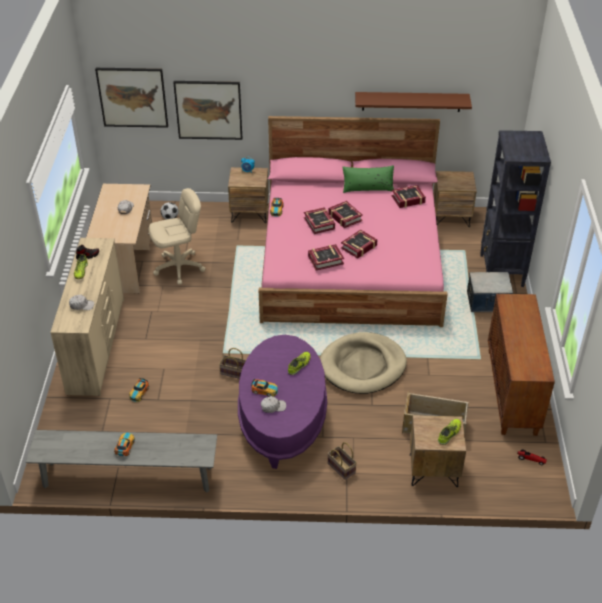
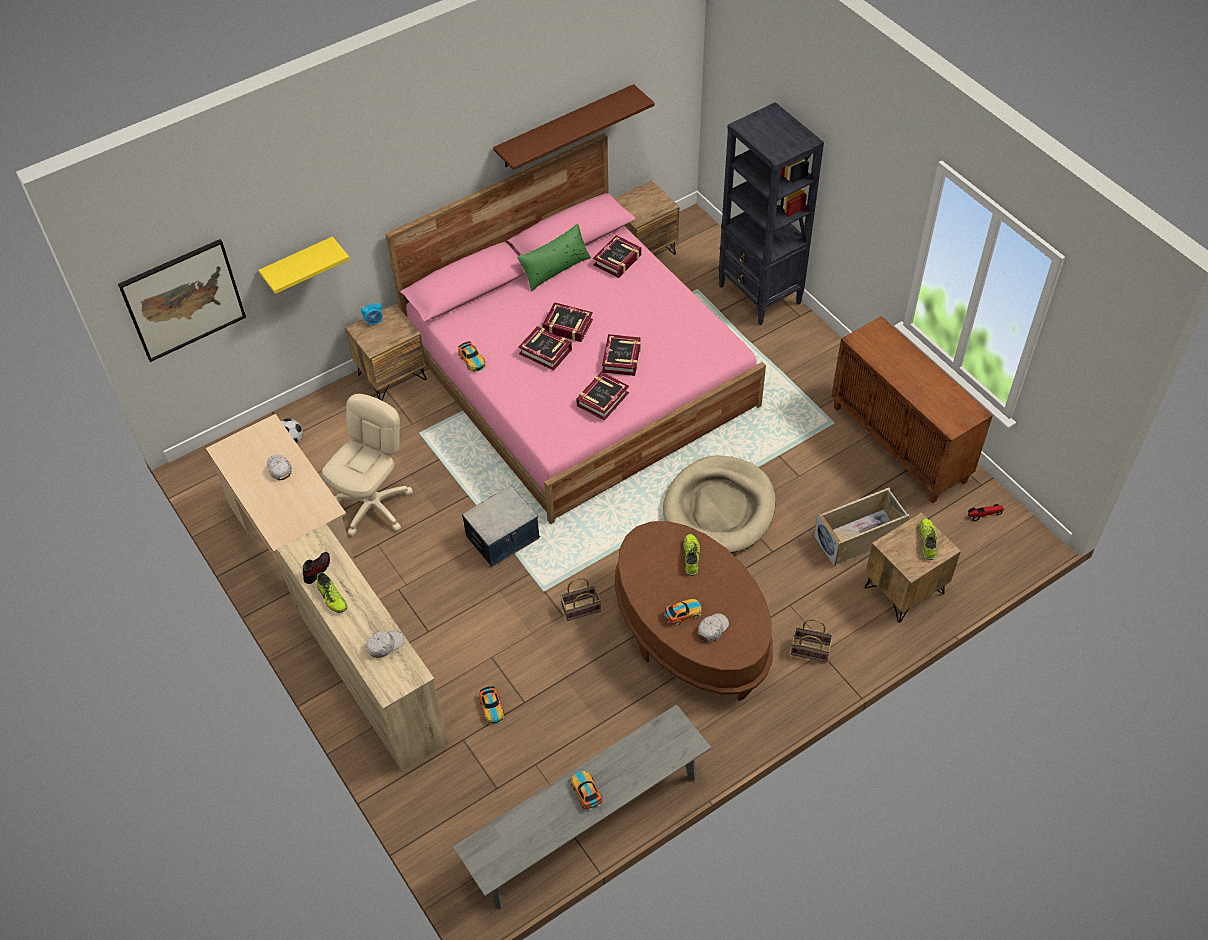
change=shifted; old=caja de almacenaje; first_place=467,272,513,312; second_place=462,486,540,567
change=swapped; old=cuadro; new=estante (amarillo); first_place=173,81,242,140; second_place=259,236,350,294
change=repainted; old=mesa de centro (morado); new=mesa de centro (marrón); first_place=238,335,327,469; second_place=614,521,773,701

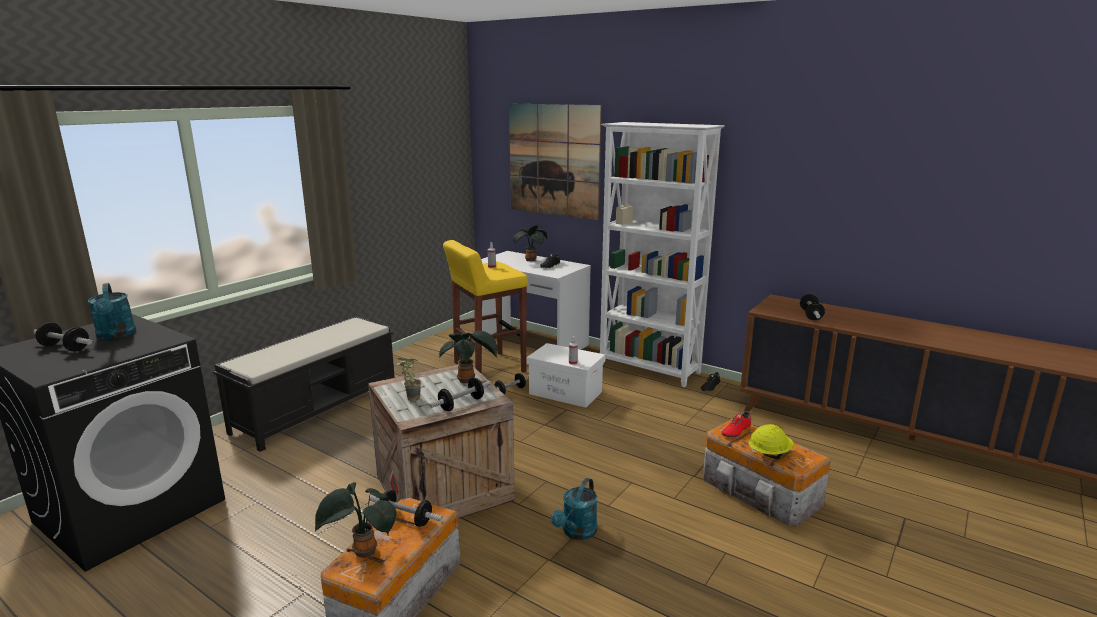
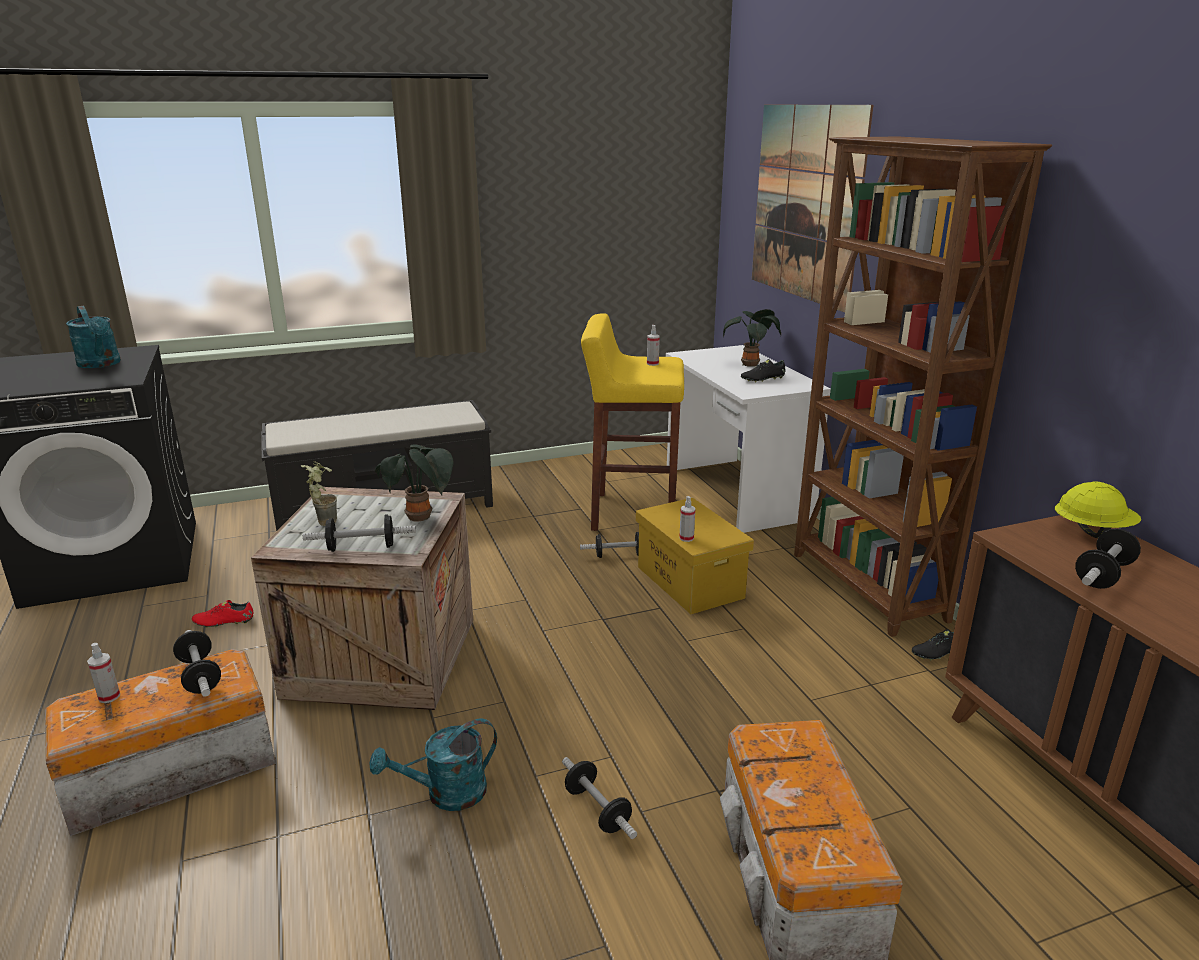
change=shifted; old=mancuerna; first_place=33,322,92,352; second_place=562,757,637,839
change=shifted; old=zapato (rojo); first_place=722,411,751,438; second_place=192,600,253,628
change=shifted; old=casco (amarillo); first_place=748,424,794,459; second_place=1055,481,1141,538
change=swapped; old=planta en maceta; new=pulverizador; first_place=315,482,397,558; second_place=87,643,120,703
change=repainted; old=caja de almacenaje (blanco); new=caja de almacenaje (amarillo); first_place=526,343,605,408; second_place=636,498,754,614
change=repainted; old=estantería (blanco); new=estantería (marrón); first_place=600,122,725,387; second_place=794,136,1052,637
change=rotated; old=regadera (turquesa); first_place=88,283,136,339; second_place=66,306,121,368; degrees=-45

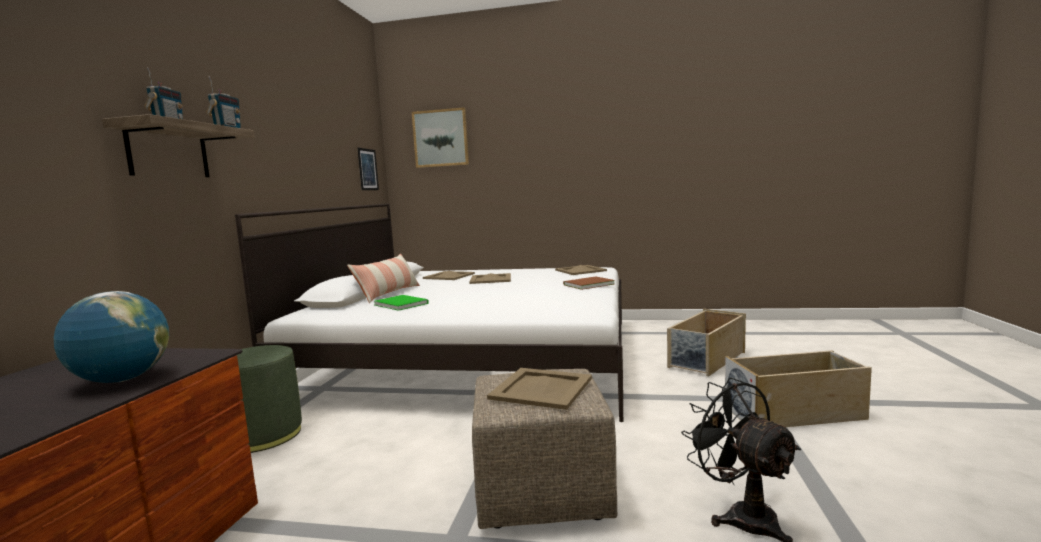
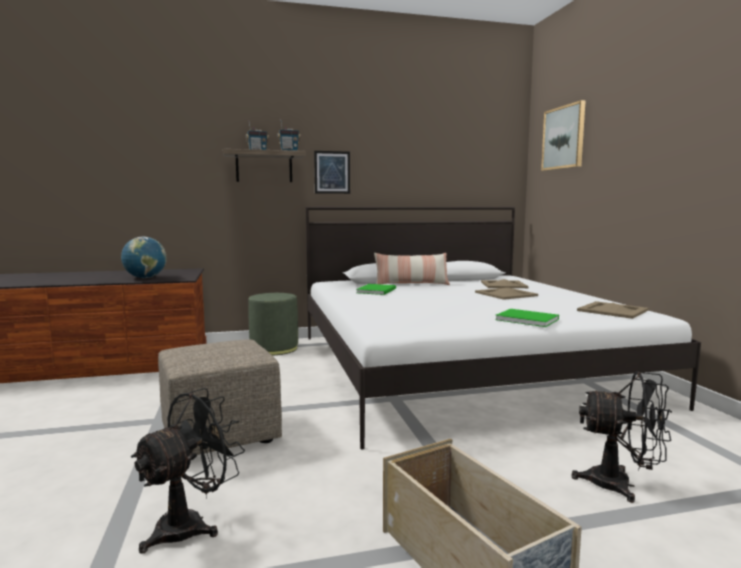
change=gone; old=bandeja (beis); first_place=487,368,592,410
change=shifted; old=cuadro; first_place=358,148,379,190; second_place=314,151,350,194
change=swapped; old=caja de almacenaje (beis); new=ventilador (negro); first_place=667,309,746,376; second_place=571,371,672,503
change=repainted; old=libro (marrón); new=libro (verde); first_place=563,276,615,290; second_place=495,309,559,327

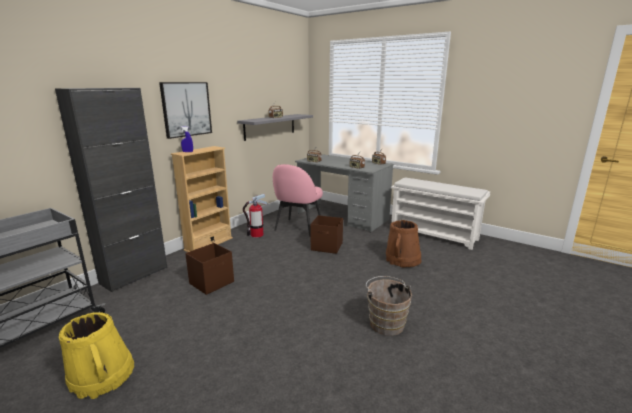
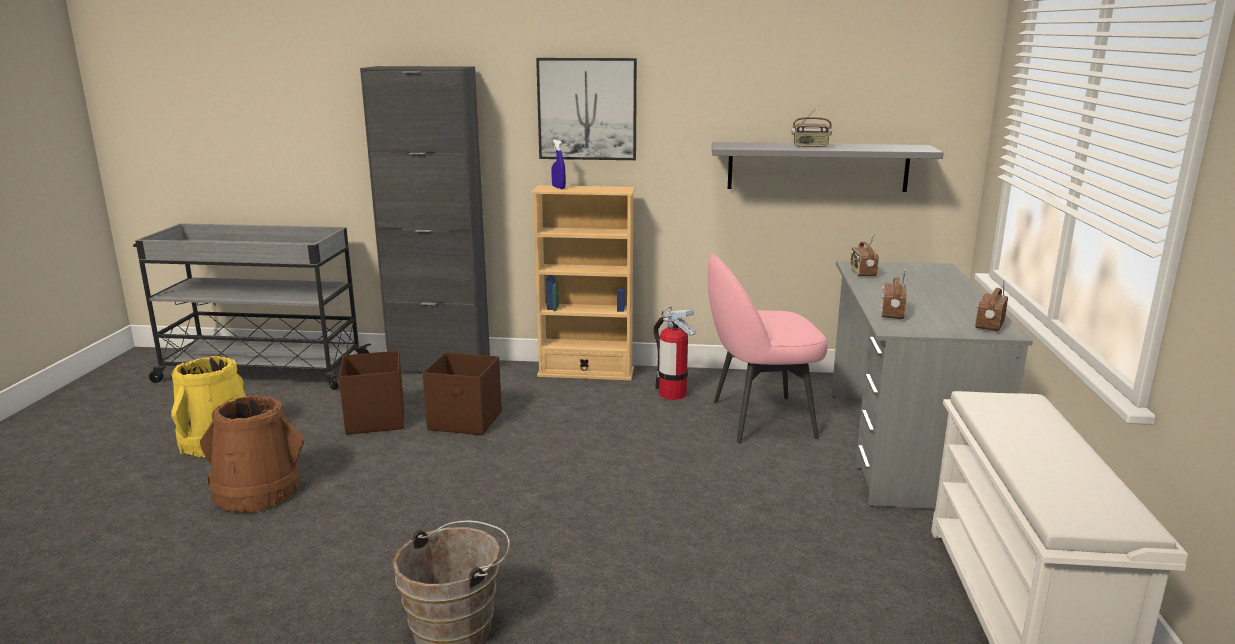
change=shifted; old=caja de almacenaje (marrón); first_place=311,215,343,254; second_place=338,351,404,435
change=shifted; old=cubo (marrón); first_place=386,220,422,267; second_place=200,395,304,513

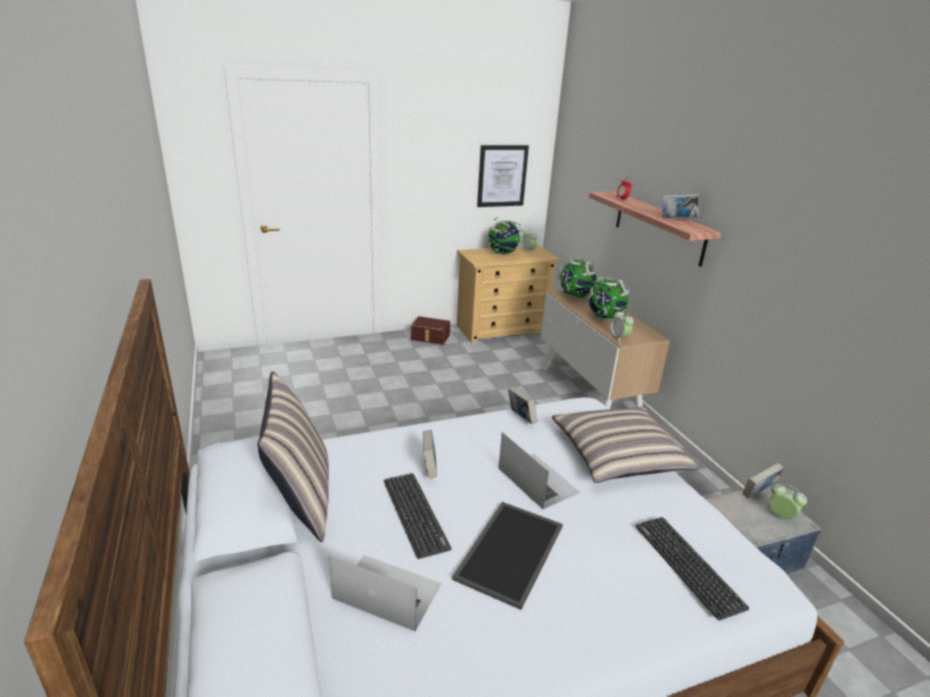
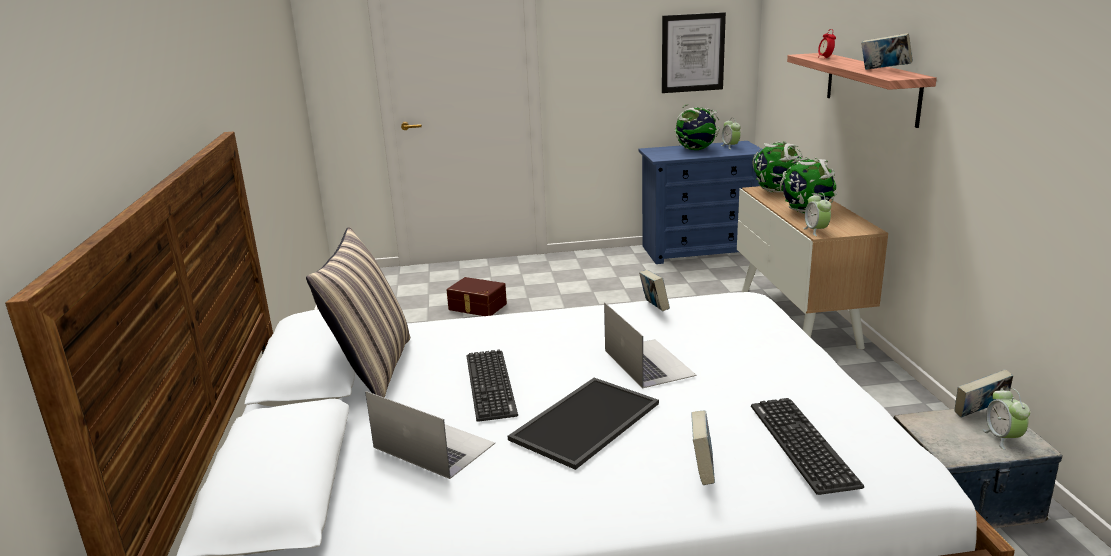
change=gone; old=cojín; first_place=552,407,699,483
change=shifted; old=caja de almacenaje (marrón); first_place=411,316,450,345; second_place=447,277,507,316
change=shifted; old=libro; first_place=423,430,437,478; second_place=691,410,715,485
change=repainted; old=cómoda (beis); new=cómoda (azul); first_place=457,245,560,343; second_place=638,141,762,264
change=rotated; old=despertador; first_place=769,484,807,521; second_place=982,388,1030,450; degrees=-150

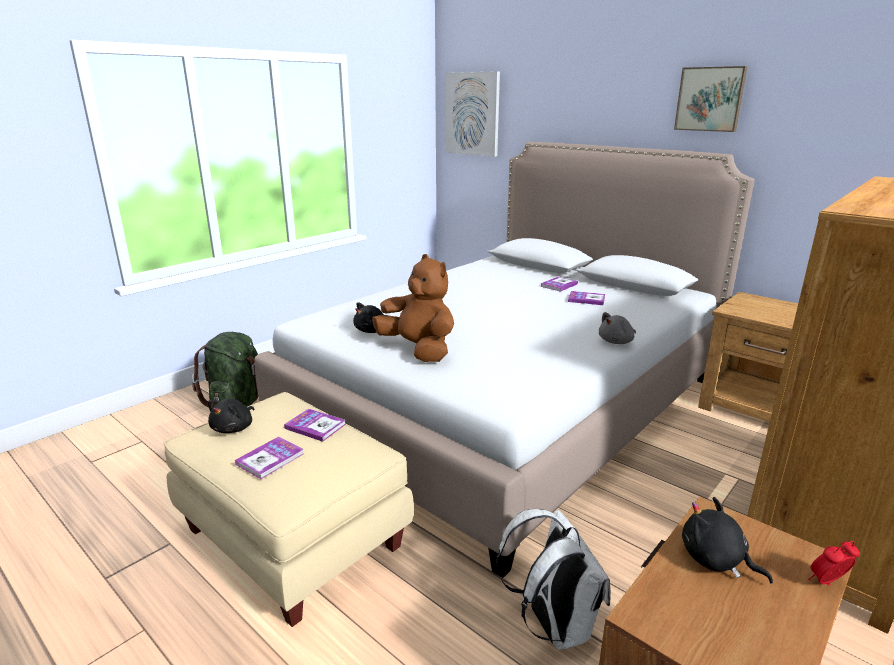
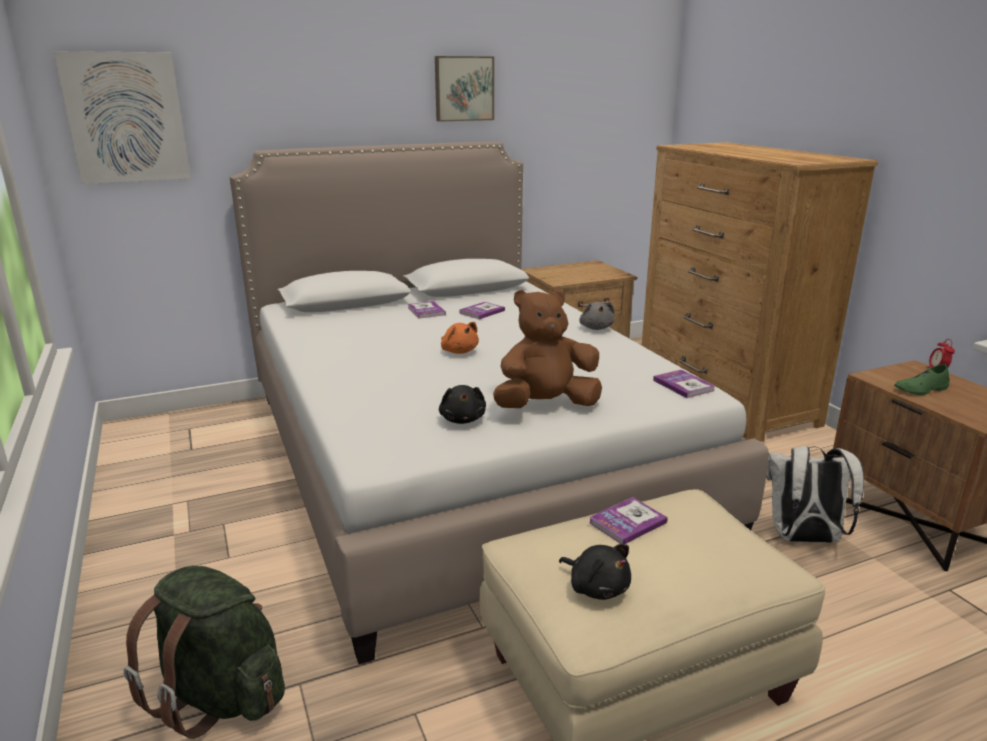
change=new; new=peluche (naranja); second_place=441,322,479,354
change=shifted; old=libro; first_place=235,437,304,479; second_place=653,370,715,398
change=swapped; old=peluche (negro); new=zapato (verde); first_place=682,497,773,584; second_place=894,364,950,395

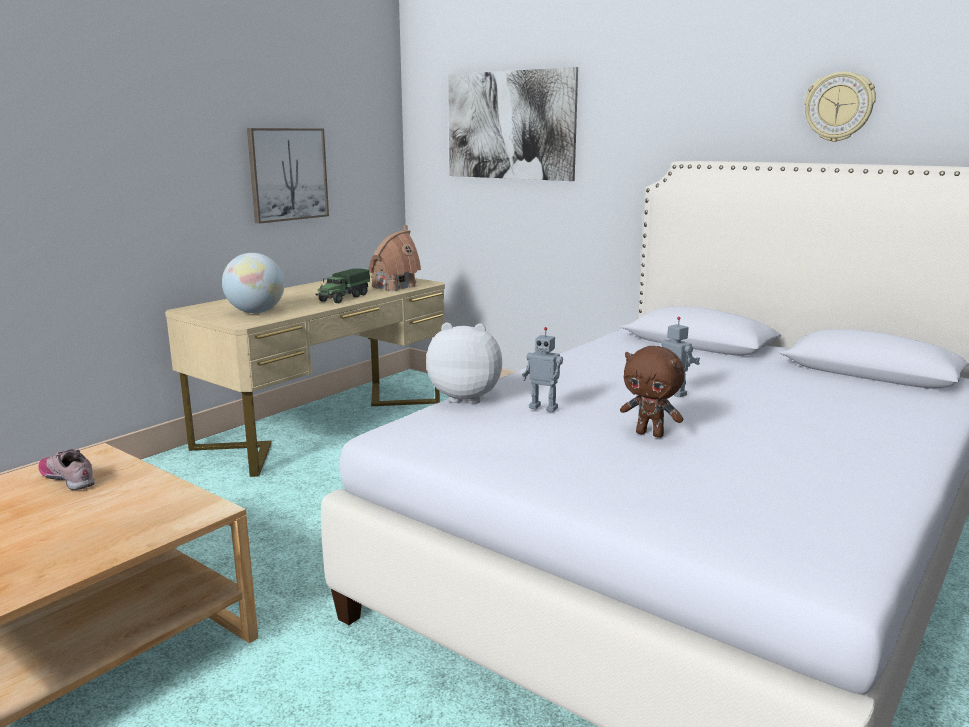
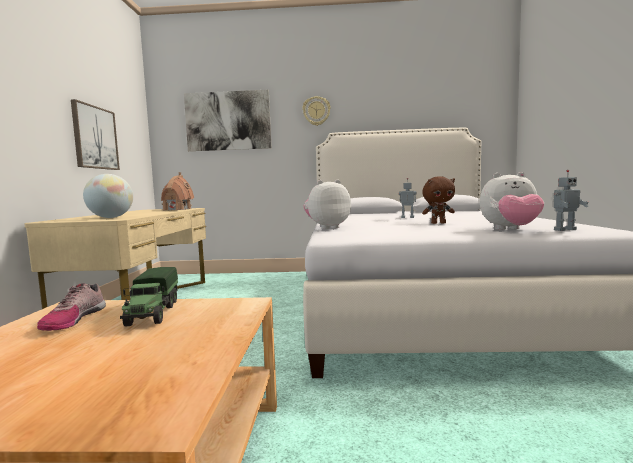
change=new; new=peluche; second_place=480,172,544,230
change=shifted; old=camión de juguete; first_place=315,268,370,303; second_place=120,267,178,327
change=shifted; old=robot de juguete; first_place=522,327,563,412; second_place=553,170,589,231
change=shifted; old=reloj de pared; first_place=804,72,876,142; second_place=302,96,331,126
change=rotated; old=zapato; first_place=38,449,95,490; second_place=37,283,106,331; degrees=-90

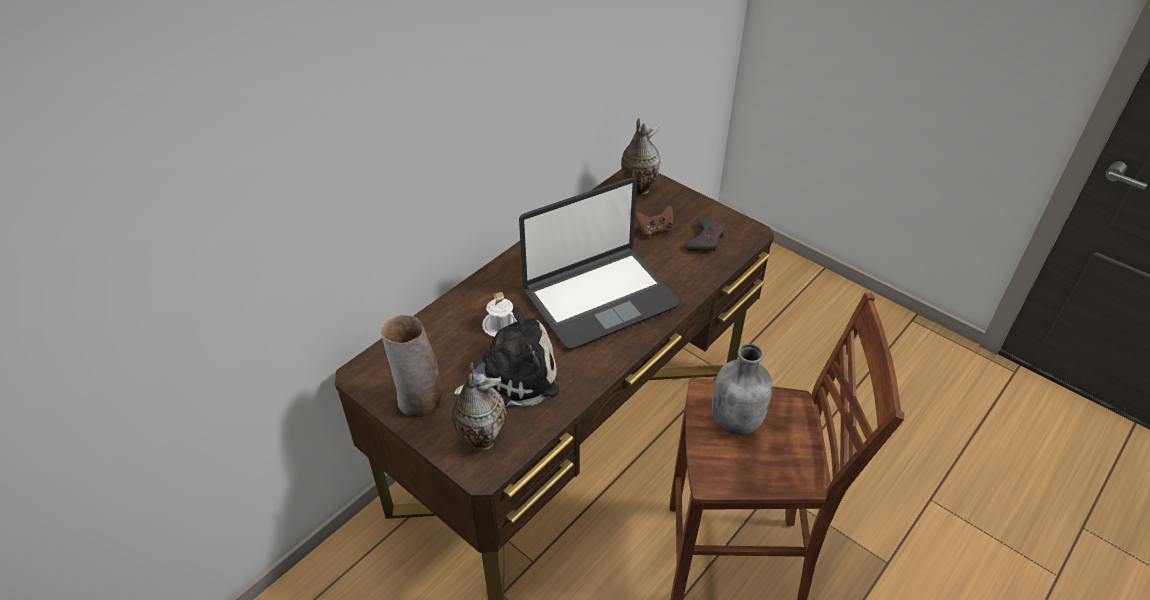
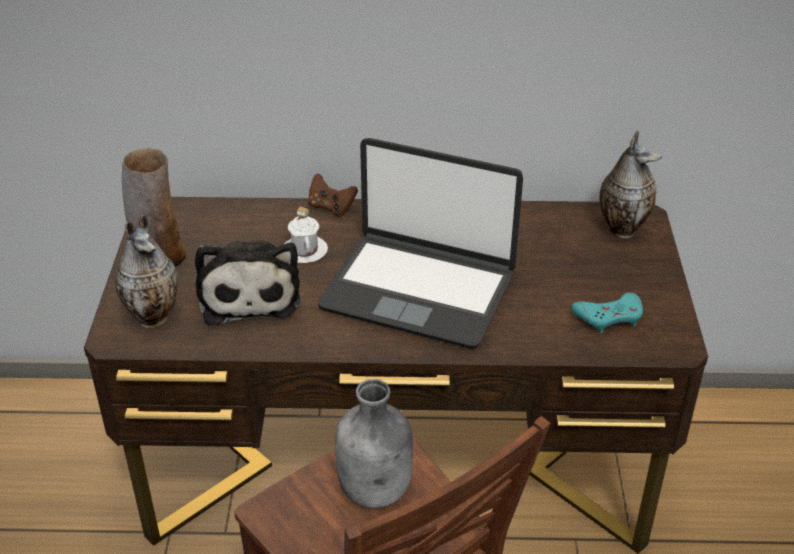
change=shifted; old=mando de consola (marrón); first_place=635,205,674,237; second_place=309,173,358,217
change=repainted; old=mando de consola (gris); new=mando de consola (turquesa); first_place=684,218,725,251; second_place=571,292,643,333
change=rotated; old=peluche; first_place=454,307,559,407; second_place=195,240,300,325; degrees=45

